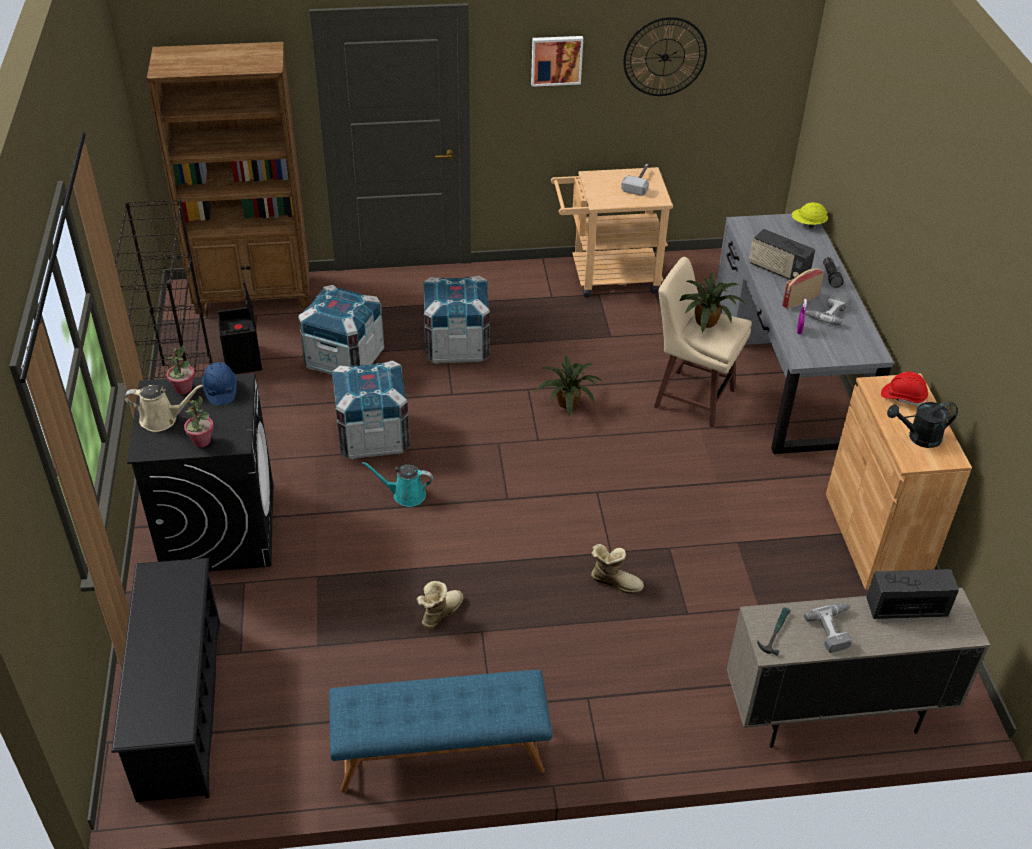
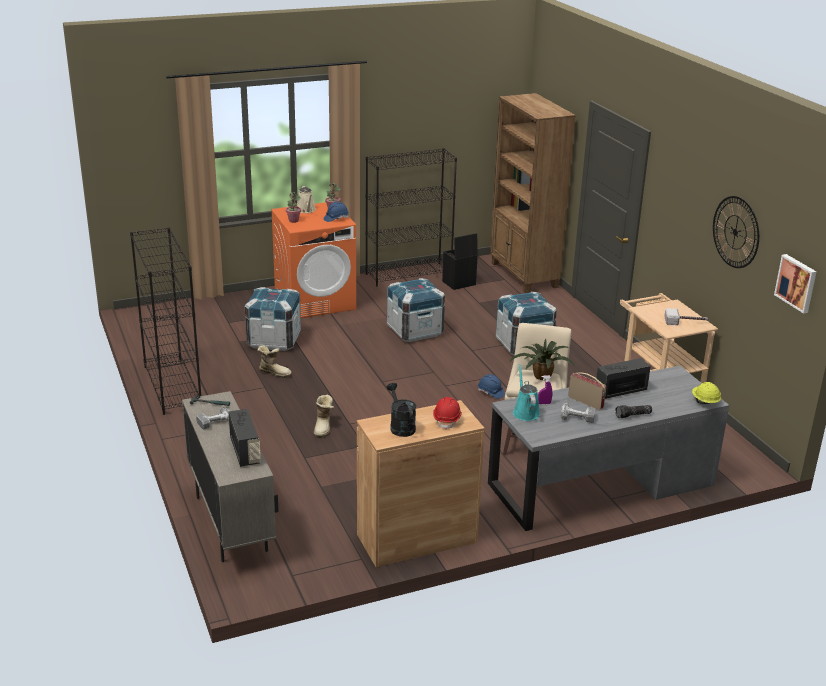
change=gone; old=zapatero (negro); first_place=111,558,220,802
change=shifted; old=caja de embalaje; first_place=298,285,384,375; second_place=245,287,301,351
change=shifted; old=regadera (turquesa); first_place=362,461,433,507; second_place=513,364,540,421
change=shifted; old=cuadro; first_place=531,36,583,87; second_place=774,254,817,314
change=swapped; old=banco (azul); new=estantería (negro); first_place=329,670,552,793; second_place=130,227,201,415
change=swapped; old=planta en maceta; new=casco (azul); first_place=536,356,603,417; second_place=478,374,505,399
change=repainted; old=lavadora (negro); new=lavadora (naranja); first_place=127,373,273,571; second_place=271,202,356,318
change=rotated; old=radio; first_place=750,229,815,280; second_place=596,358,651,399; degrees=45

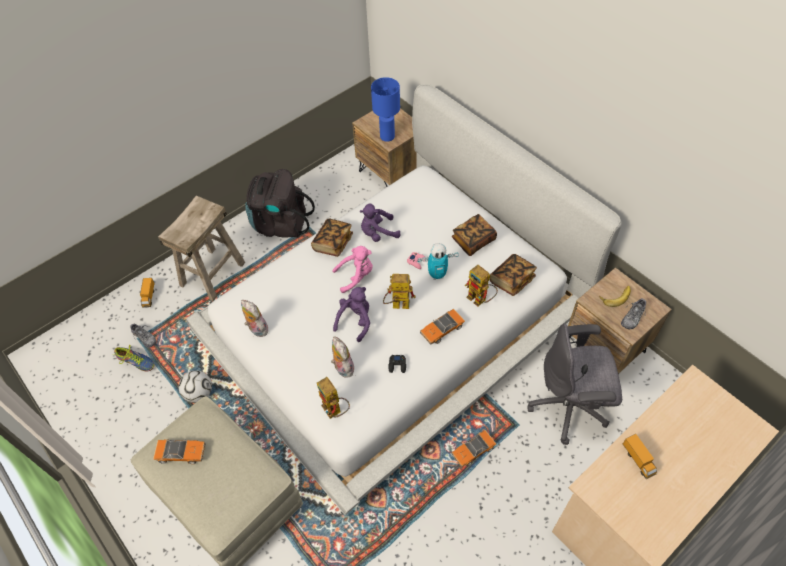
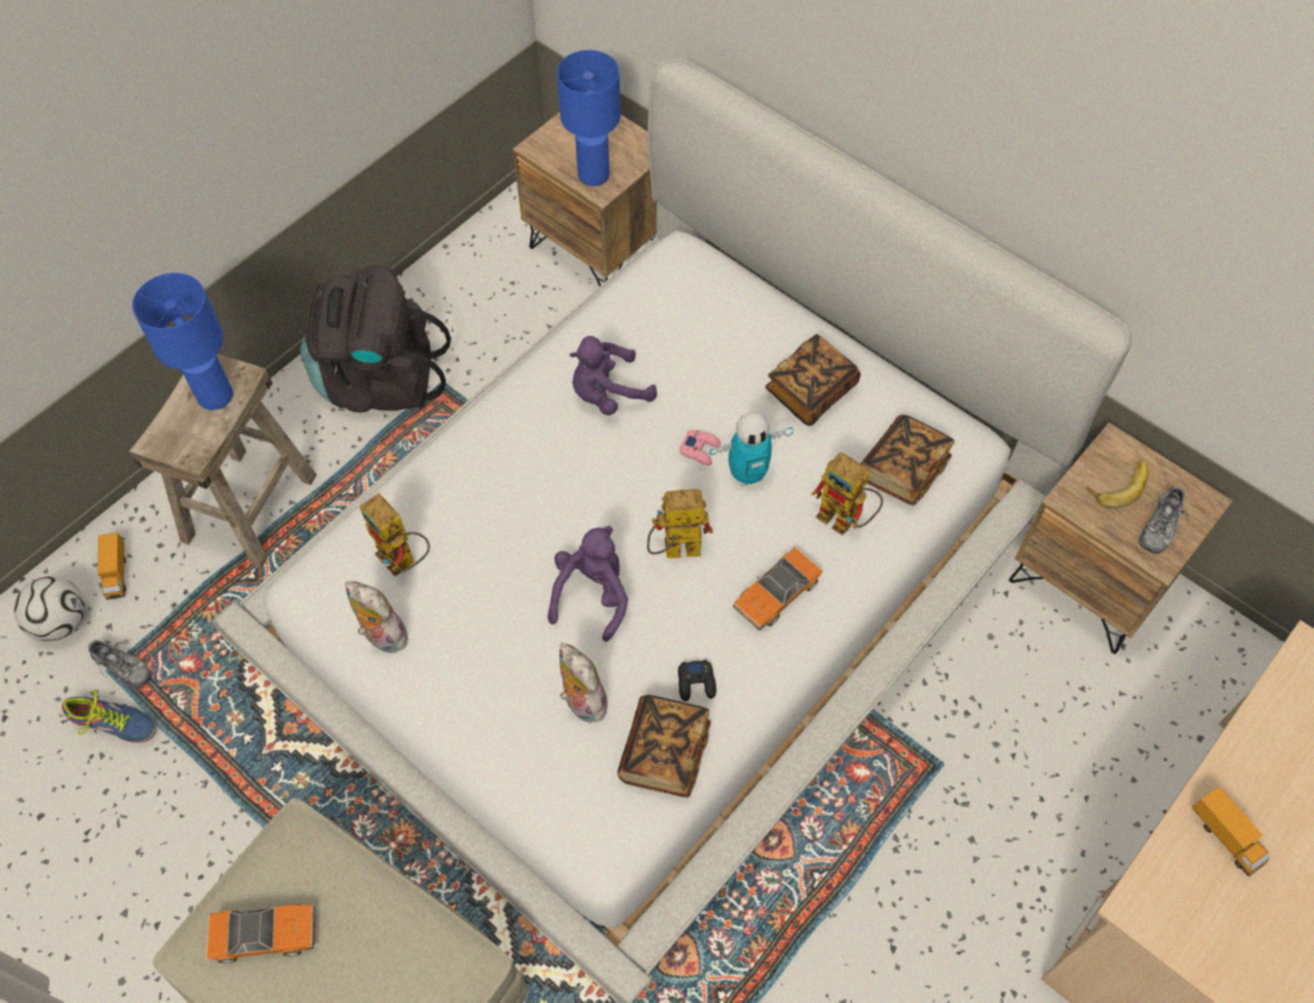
change=gone; old=peluche (rosa); first_place=333,246,373,293
change=gone; old=coche de juguete; first_place=451,430,496,467
change=gone; old=silla de oficina (gris); first_place=528,324,622,445
change=new; new=lámpara de mesa (azul); second_place=132,273,233,410
change=shifted; old=balón de fútbol; first_place=179,370,212,403; second_place=14,576,85,642
change=shifted; old=libro; first_place=311,218,353,257; second_place=618,695,711,798
change=shifted; old=robot de juguete; first_place=317,377,350,419; second_place=359,493,430,577

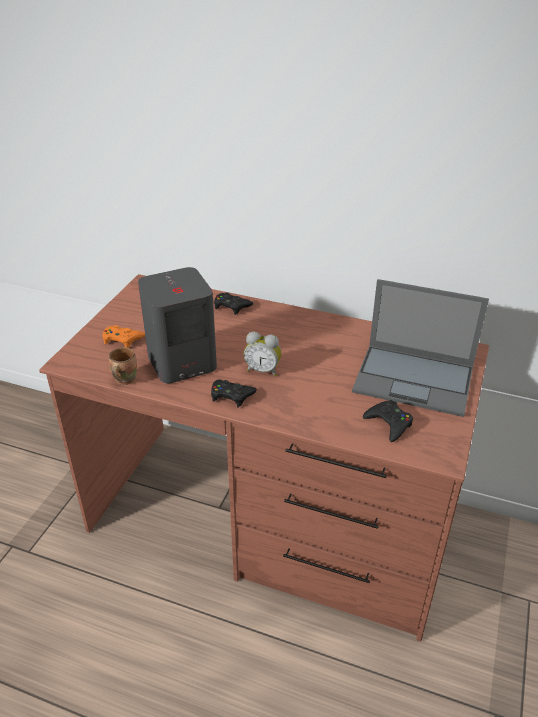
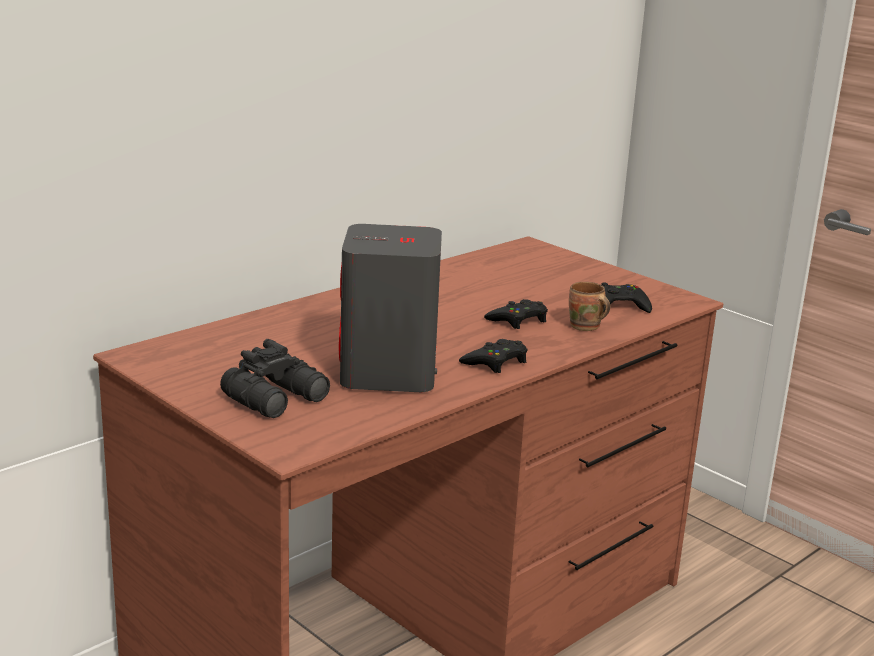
change=gone; old=despertador; first_place=244,332,281,376
change=gone; old=portátil; first_place=352,279,489,417
change=shifted; old=taza grande (marrón); first_place=109,347,137,385; second_place=569,282,610,331
change=shifted; old=mando de consola (negro); first_place=214,292,253,315; second_place=484,299,548,329
change=swapped; old=mando de consola (naranja); new=prismáticos (negro); first_place=102,325,145,348; second_place=220,339,330,418

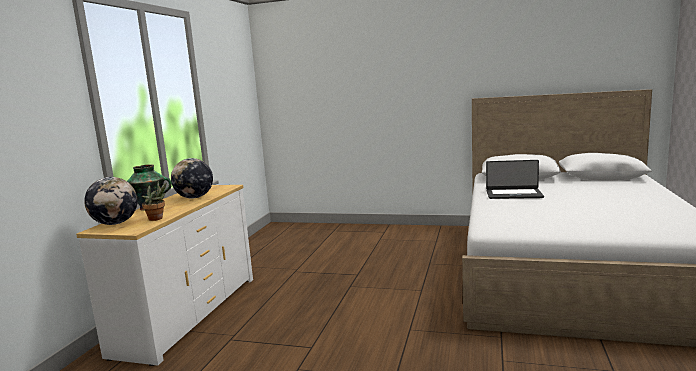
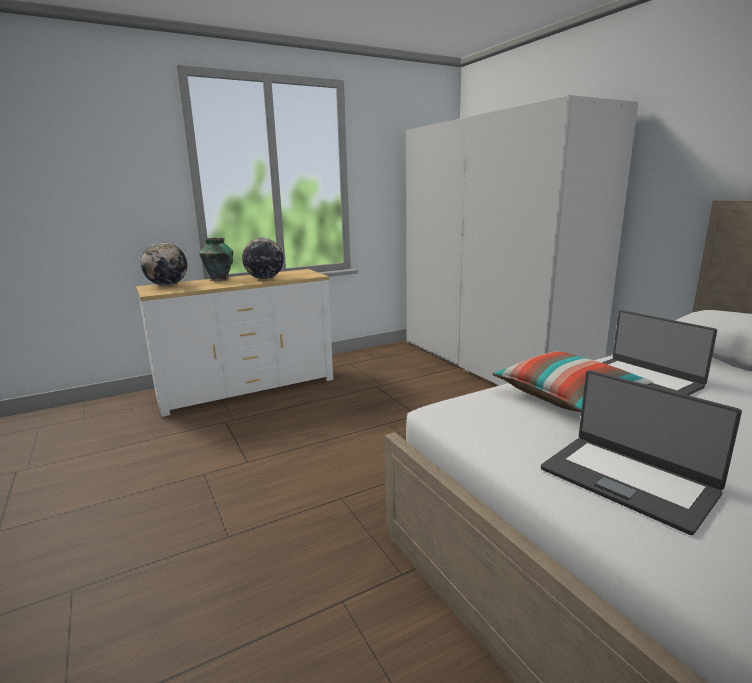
change=gone; old=planta en maceta; first_place=142,181,167,221
change=new; new=armario ropero (blanco); second_place=406,95,638,386
change=new; new=cojín; second_place=492,351,653,412
change=new; new=portátil; second_place=541,370,742,535

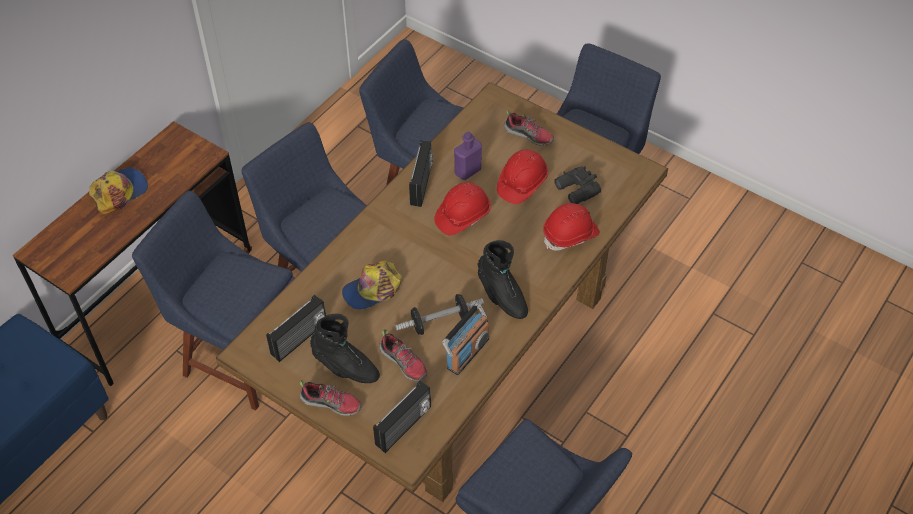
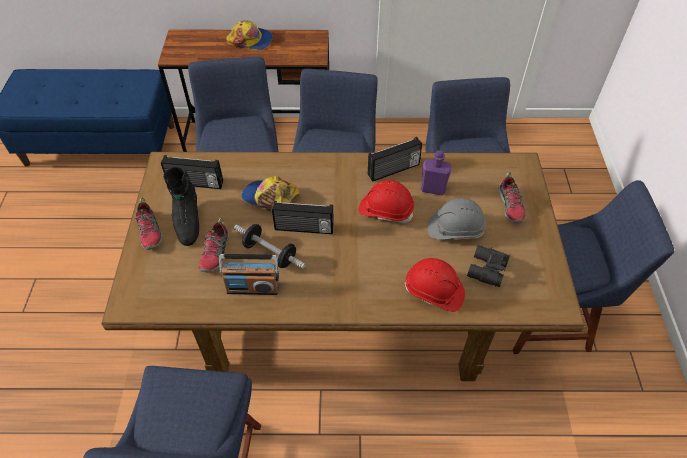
change=gone; old=bota (negro); first_place=477,240,528,319
change=shifted; old=radio; first_place=373,381,431,453; second_place=272,201,334,234
change=repainted; old=casco (rojo); new=casco (gris); first_place=497,149,548,204; second_place=427,198,486,240

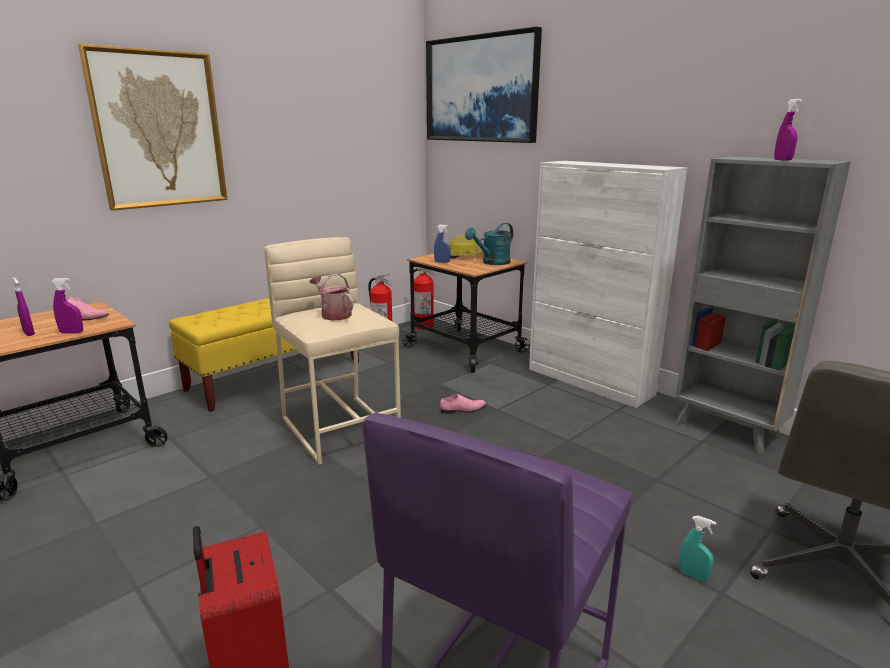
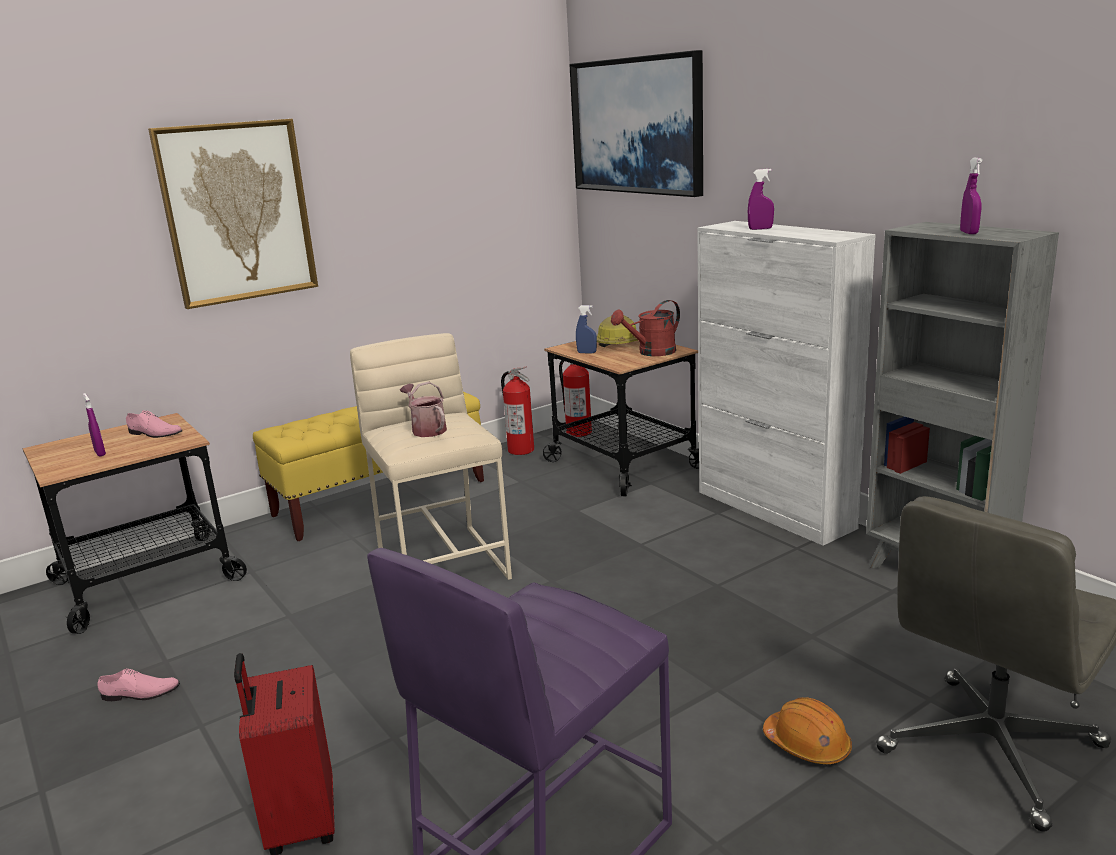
change=shifted; old=pulverizador (morado); first_place=51,278,83,334; second_place=748,169,774,230
change=shifted; old=zapato (rosa); first_place=440,393,486,414; second_place=97,669,180,701
change=swapped; old=pulverizador (turquesa); new=casco (naranja); first_place=679,516,716,581; second_place=763,697,852,764
change=repainted; old=regadera (turquesa); new=regadera (rojo); first_place=465,223,513,265; second_place=611,300,680,356

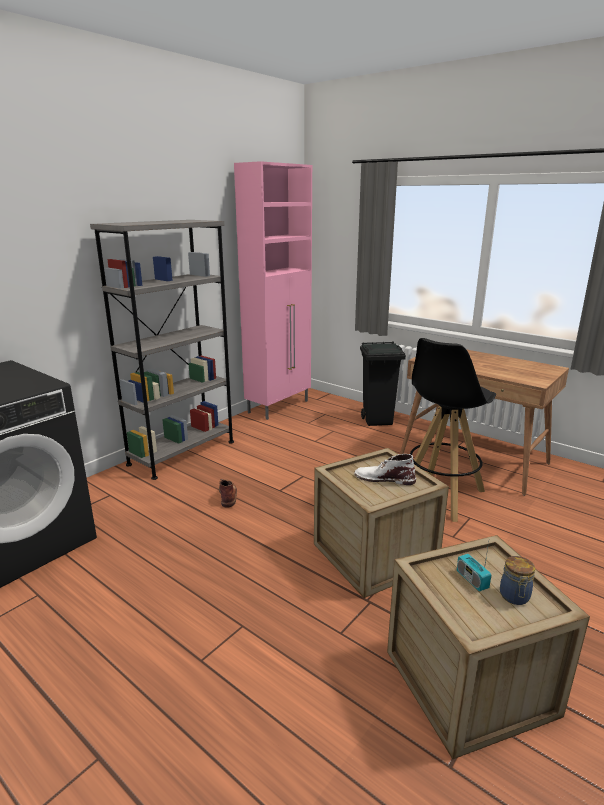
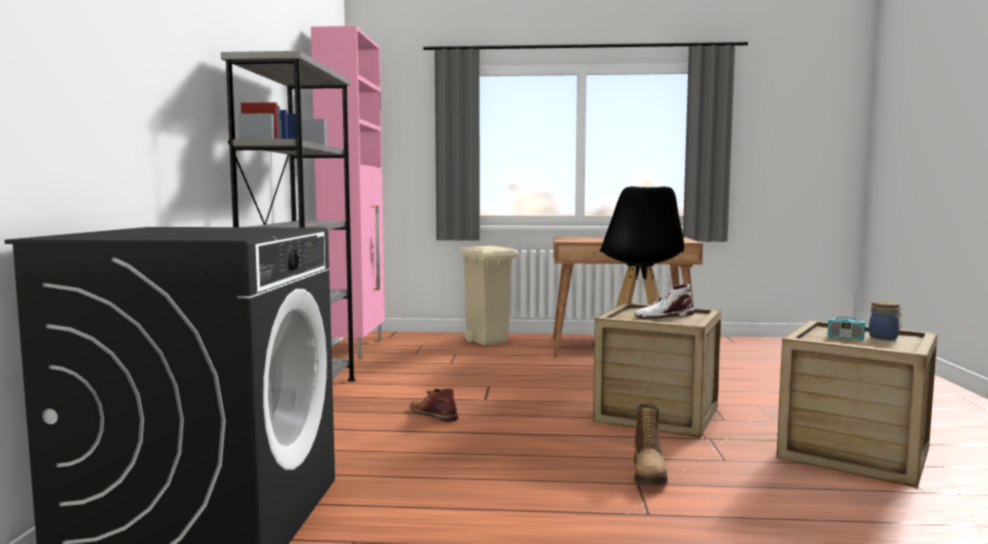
change=new; new=bota; second_place=634,403,668,485
change=repainted; old=papelera (negro); new=papelera (beis); first_place=360,341,406,426; second_place=460,245,518,345

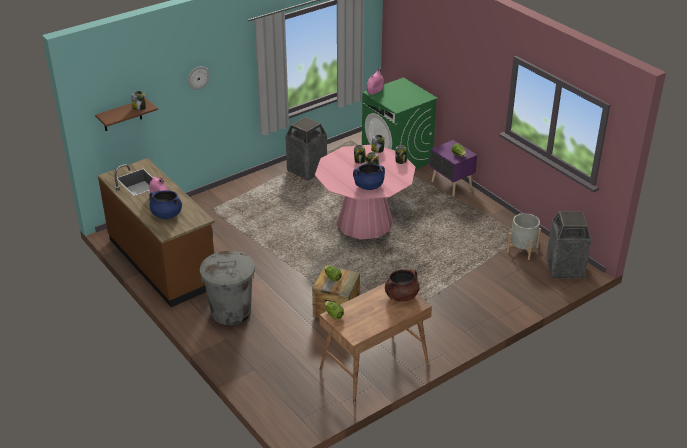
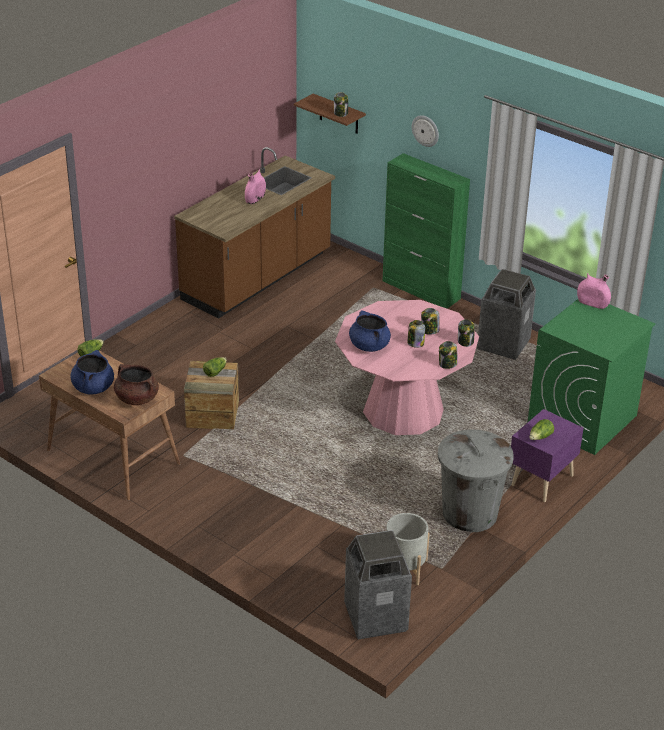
change=new; new=armario (verde); second_place=382,153,470,309
change=shifted; old=olla (azul); first_place=149,190,182,219; second_place=71,350,114,395
change=shifted; old=papelera (gris); first_place=200,251,255,325; second_place=438,429,514,532

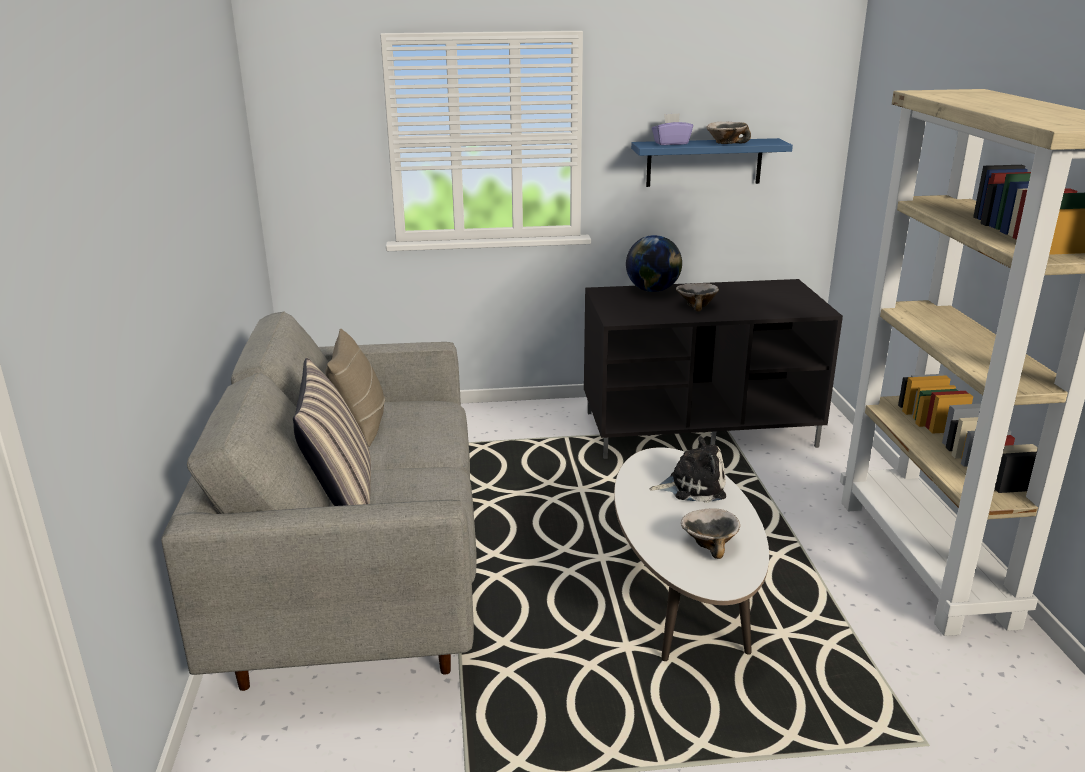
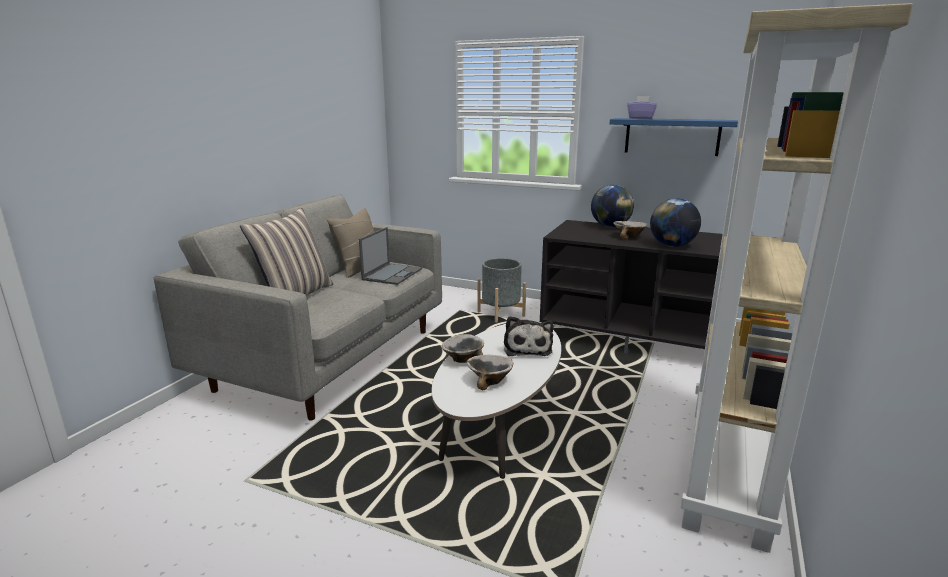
change=new; new=portátil; second_place=359,227,422,285
change=new; new=maceta (gris); second_place=477,258,526,322
change=new; new=globo terráqueo; second_place=650,198,701,247
change=shifted; old=cuenco; first_place=706,122,751,144; second_place=442,334,484,363
change=rotated; old=peluche; first_place=649,436,726,503; second_place=504,316,554,356; degrees=60

